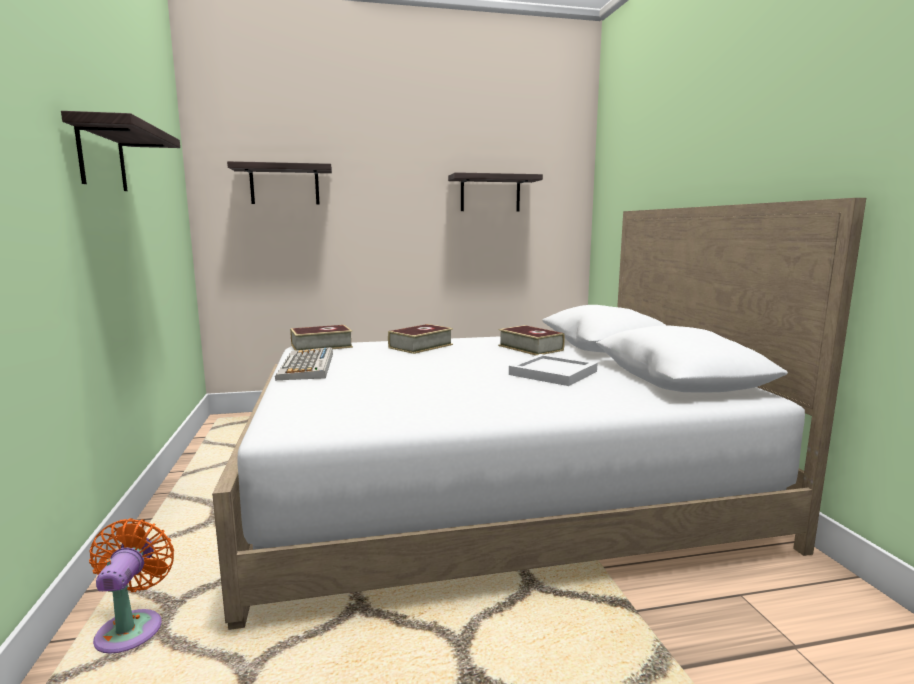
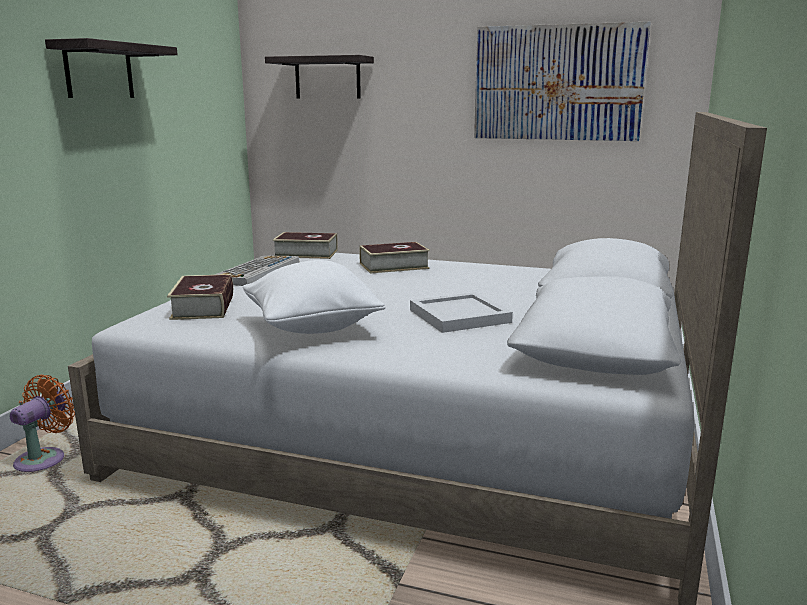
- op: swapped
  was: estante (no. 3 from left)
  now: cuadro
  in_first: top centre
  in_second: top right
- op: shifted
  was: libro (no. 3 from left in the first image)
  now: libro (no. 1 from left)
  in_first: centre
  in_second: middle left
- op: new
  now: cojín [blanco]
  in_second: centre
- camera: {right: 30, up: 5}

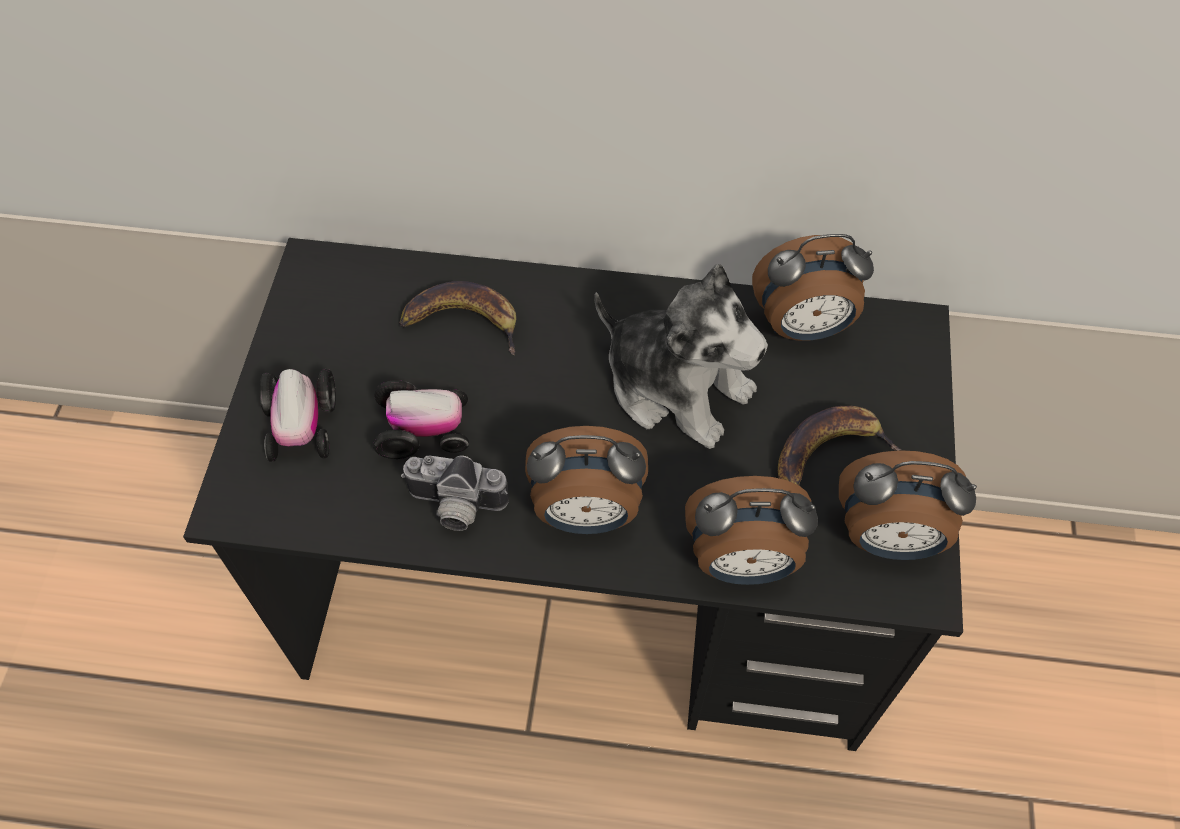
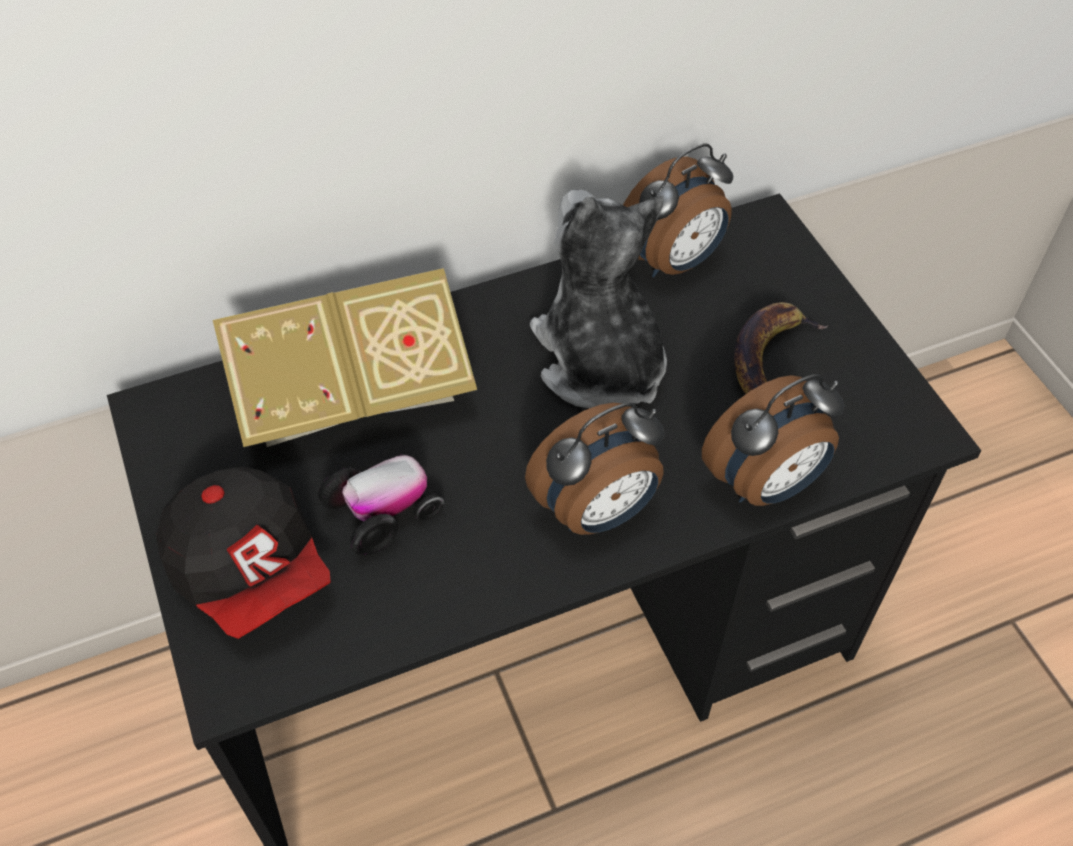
- op: swapped
  was: coche de juguete (no. 1 from left)
  now: gorra
  in_first: middle left
  in_second: middle left
- op: swapped
  was: plátano (no. 1 from left)
  now: libro
  in_first: centre
  in_second: middle left
- op: gone
  was: cámara
  in_first: centre
- op: rotated
  was: peluche
  in_first: centre
  in_second: centre
  clockwise: -120
- op: gone
  was: despertador (no. 4 from left)
  in_first: middle right
- camera: {right: -30, up: -5}

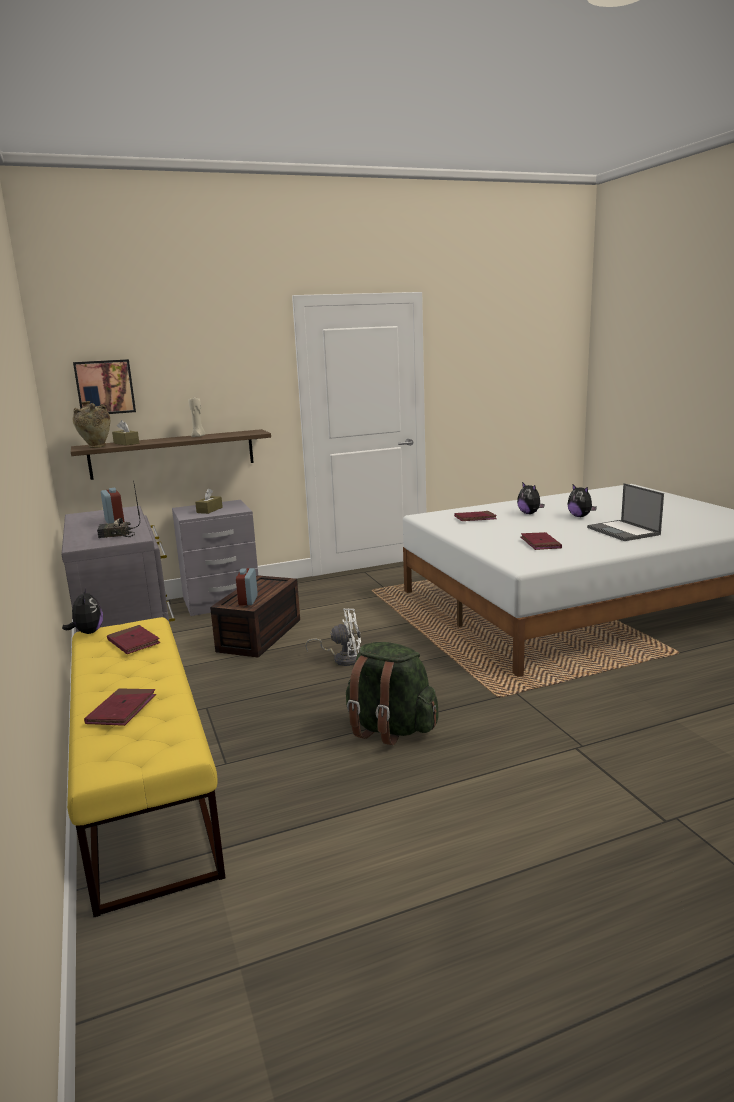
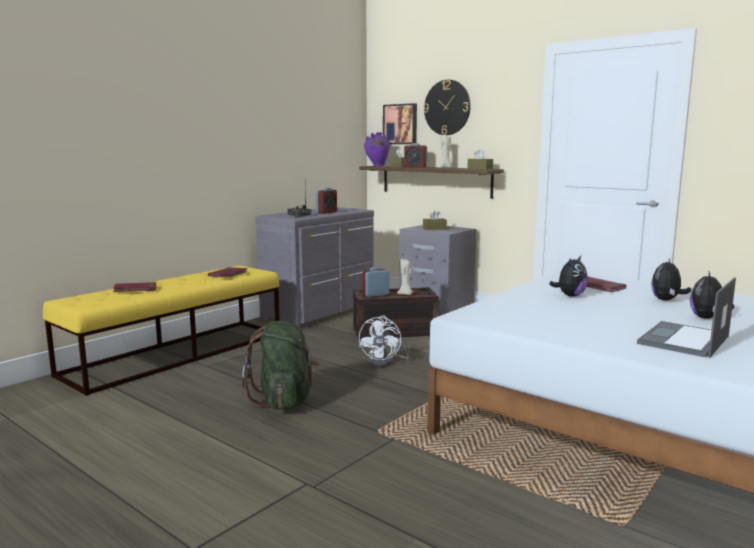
- op: shifted
  was: peluche (no. 1 from left)
  in_first: middle left
  in_second: middle right
- op: repainted
  was: florero [beis]
  now: florero [morado]
  in_first: middle left
  in_second: top centre
- op: rotated
  was: ventilador [blanco]
  in_first: centre
  in_second: centre
  clockwise: 45
- op: gone
  was: libro [rojo] (no. 4 from left)
  in_first: middle right
- op: new
  now: vela [beis] (no. 1 from left)
  in_second: centre
- op: new
  now: despertador (no. 3 from left)
  in_second: top centre
- op: new
  now: reloj de pared
  in_second: top centre
- op: new
  now: caja de pañuelos [marrón] (no. 3 from left)
  in_second: top centre
- camera: {right: 60, up: -5}

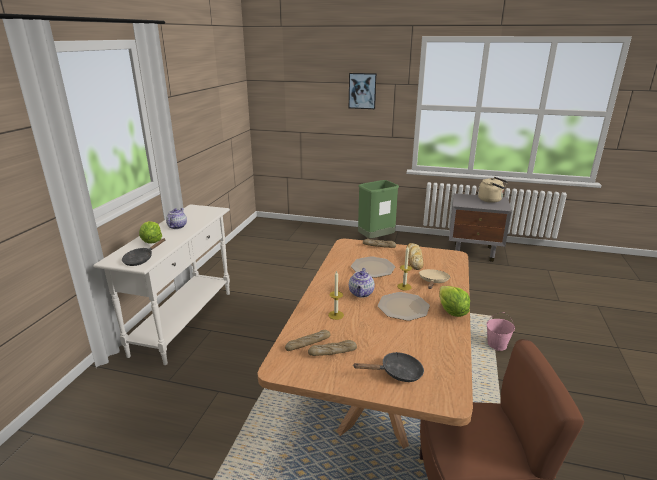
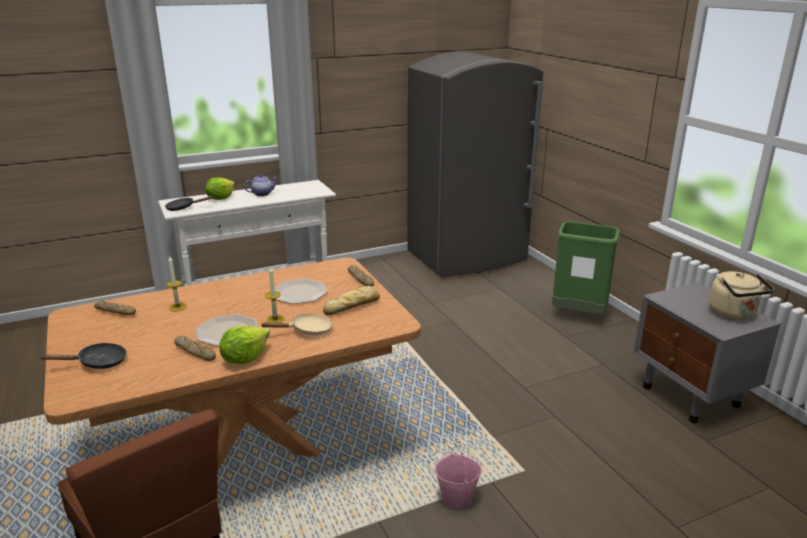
- op: shifted
  was: pan (no. 2 from left)
  in_first: bottom centre
  in_second: middle left
- op: gone
  was: cuadro
  in_first: top centre
- op: gone
  was: tetera (no. 2 from left)
  in_first: centre
- op: rotated
  was: sartén [negro] (no. 2 from left in the first image)
  in_first: bottom centre
  in_second: middle left
  clockwise: -60
- op: new
  now: nevera [gris]
  in_second: top centre
- camera: {right: 50, up: 0}

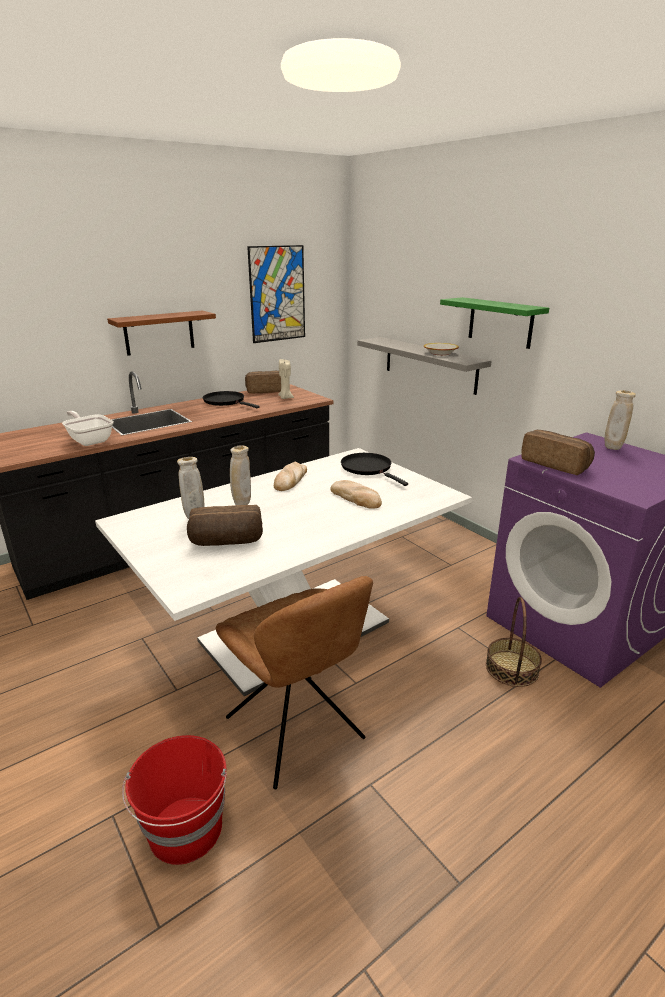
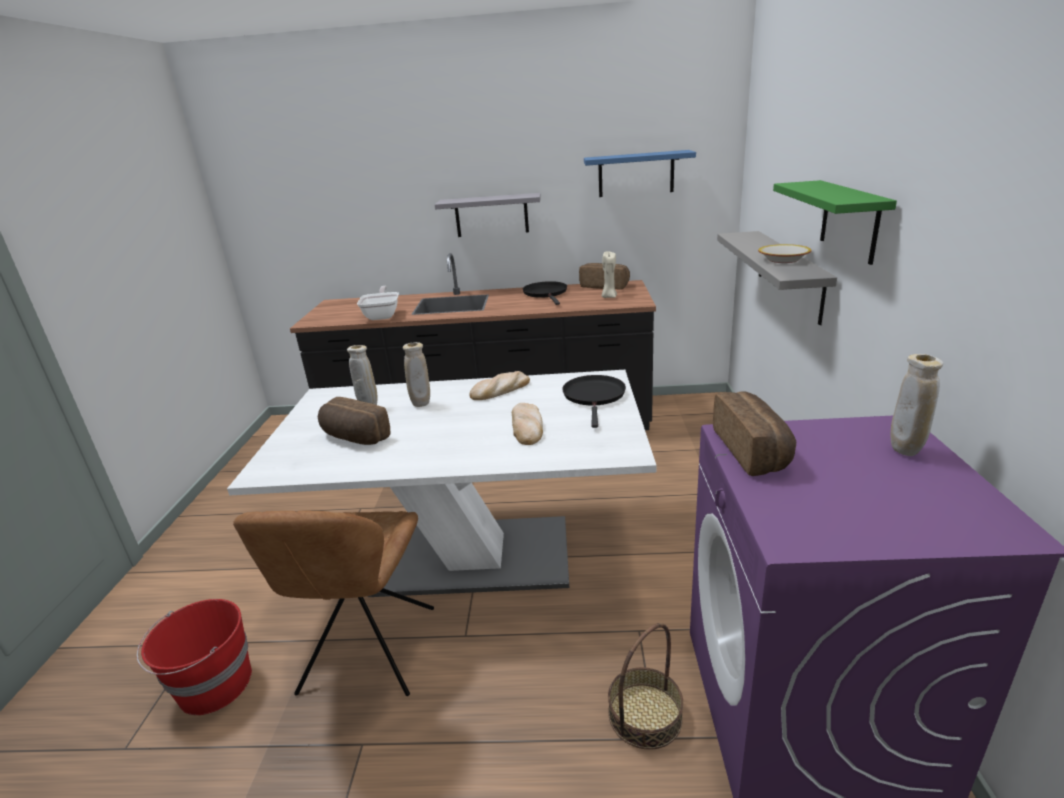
- op: repainted
  was: estante [marrón]
  now: estante [gris] (no. 1 from left)
  in_first: middle left
  in_second: top centre
- op: swapped
  was: cuadro
  now: estante [azul]
  in_first: top centre
  in_second: top centre
- camera: {right: 40, up: 0}

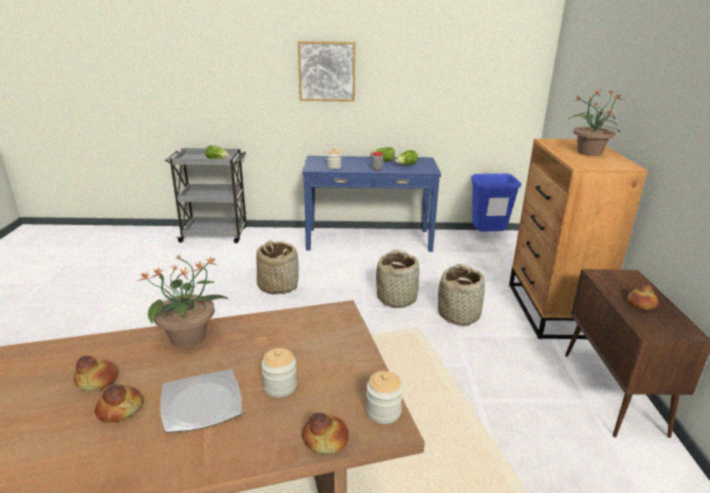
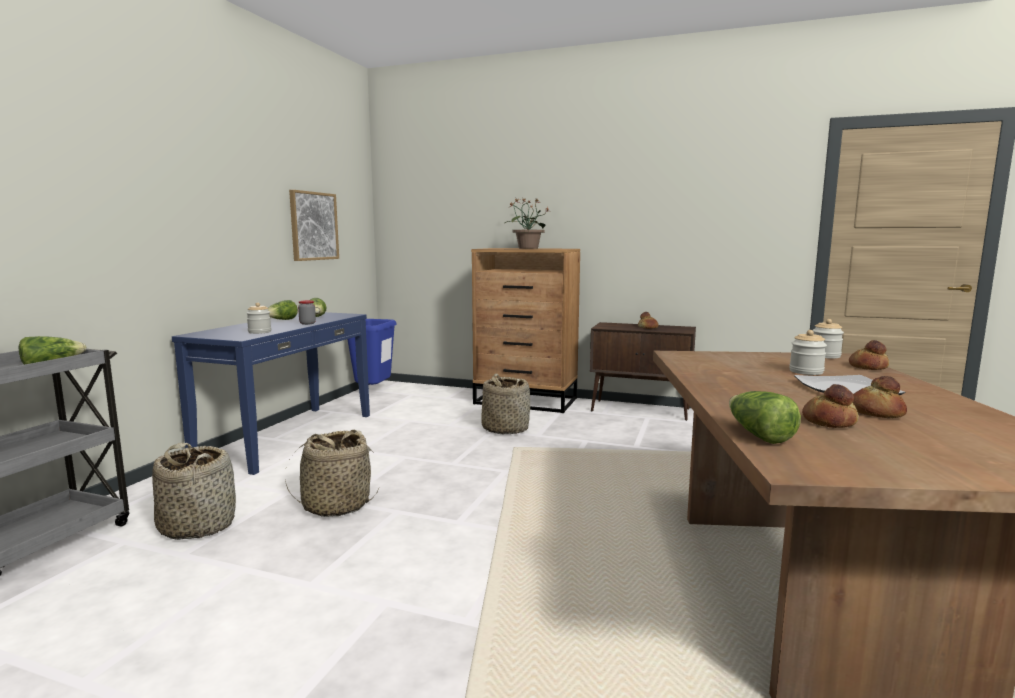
- op: gone
  was: planta en maceta (no. 1 from left)
  in_first: middle left
- op: shifted
  was: cuadro
  in_first: top centre
  in_second: top left
- op: shifted
  was: cesta (no. 2 from left in the first image)
  now: cesta (no. 1 from left)
  in_first: centre
  in_second: bottom left
- op: new
  now: lechuga (no. 4 from left)
  in_second: middle right
- camera: {right: -70, up: -15}

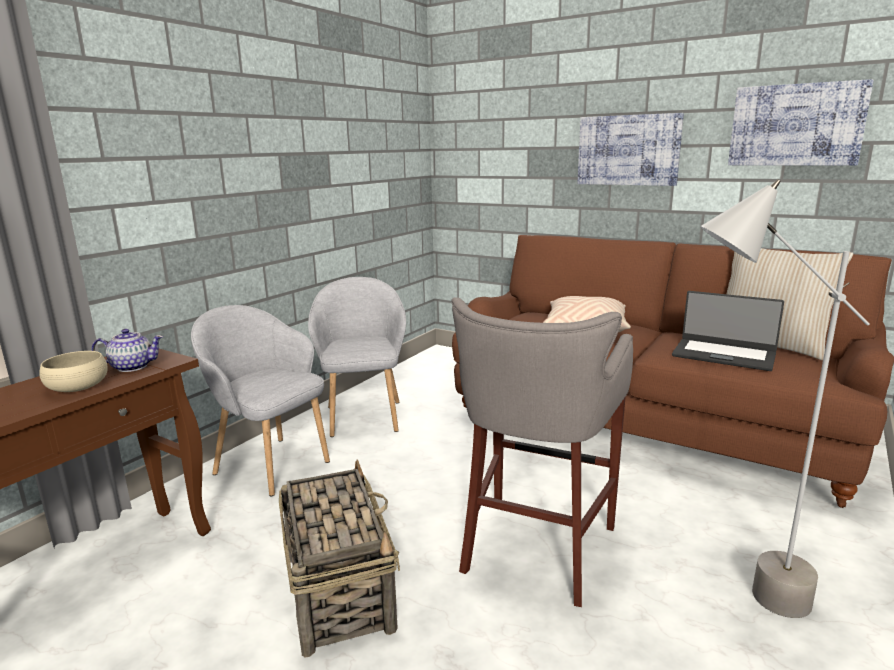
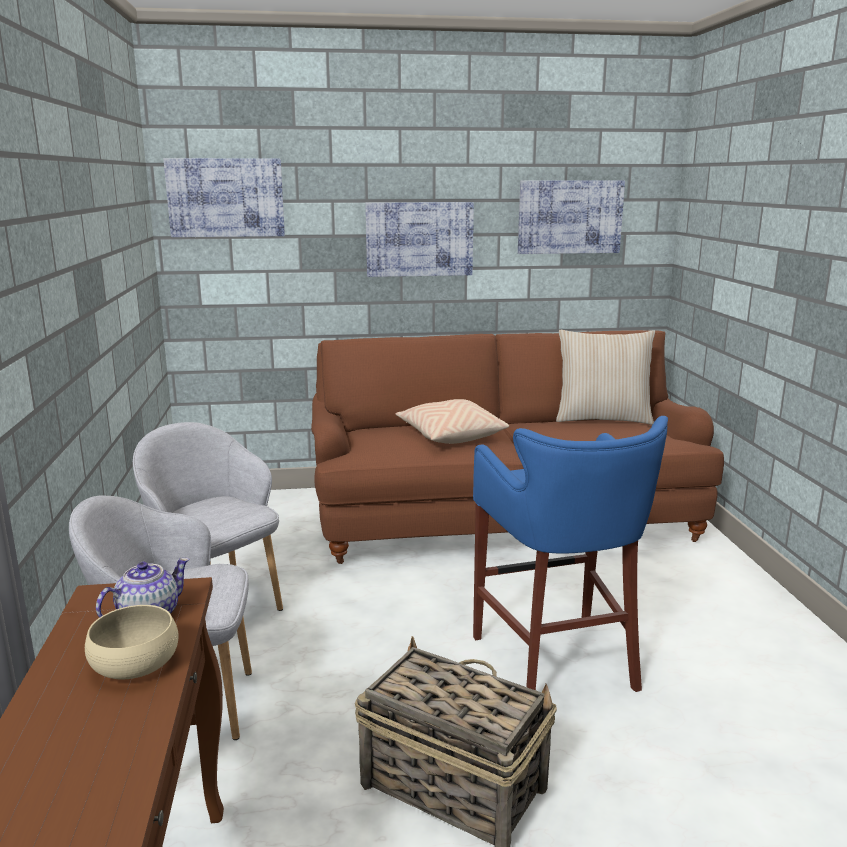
- op: repainted
  was: taburete [gris]
  now: taburete [azul]
  in_first: bottom centre
  in_second: middle right
- op: gone
  was: portátil
  in_first: middle right
- op: gone
  was: lámpara de pie [gris]
  in_first: middle right
- op: new
  now: cuadro (no. 1 from left)
  in_second: top left
- camera: {right: -40, up: 0}

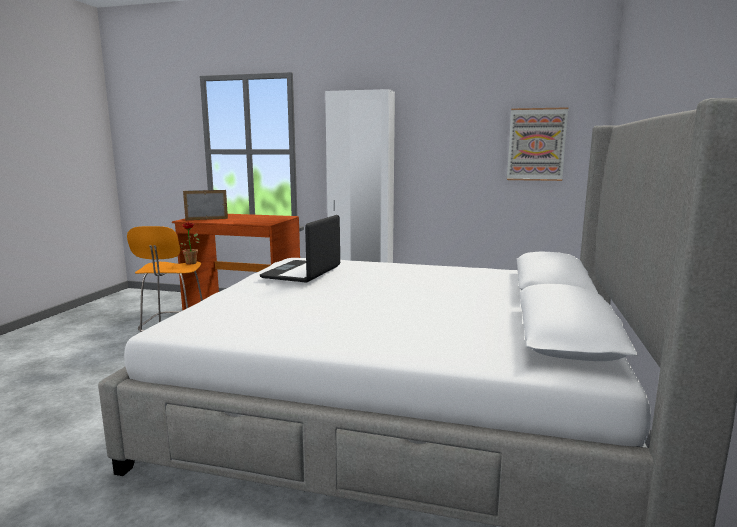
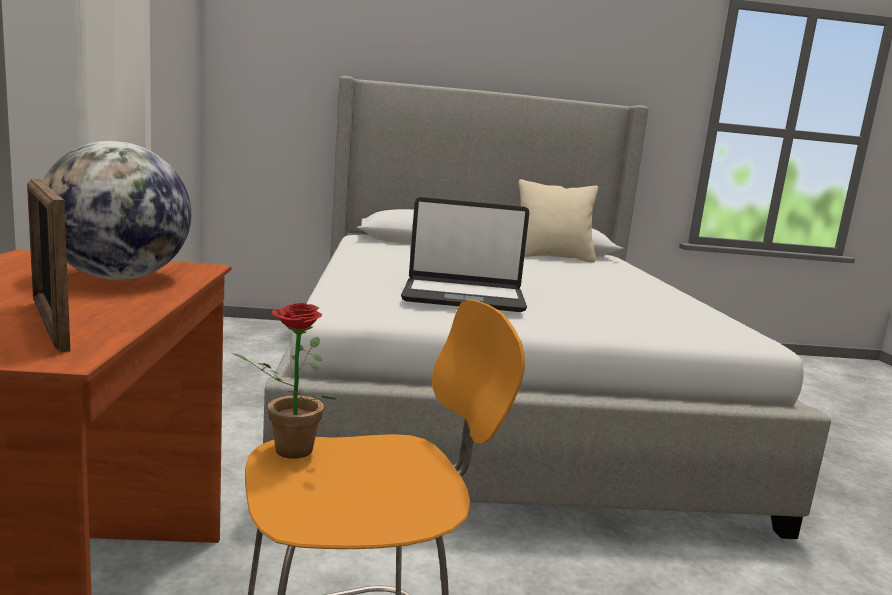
- op: gone
  was: cuadro
  in_first: top right
- op: new
  now: globo terráqueo
  in_second: middle left
- op: new
  now: cojín [beis]
  in_second: centre
- camera: {right: -110, up: 0}

